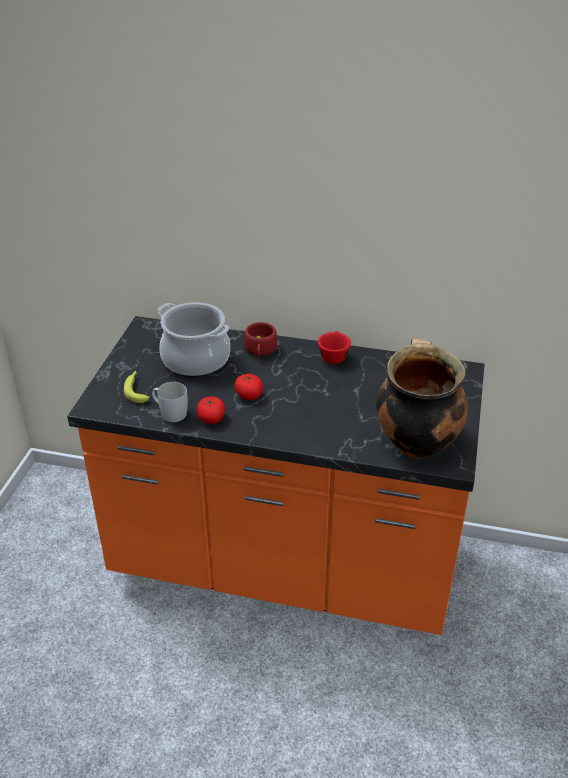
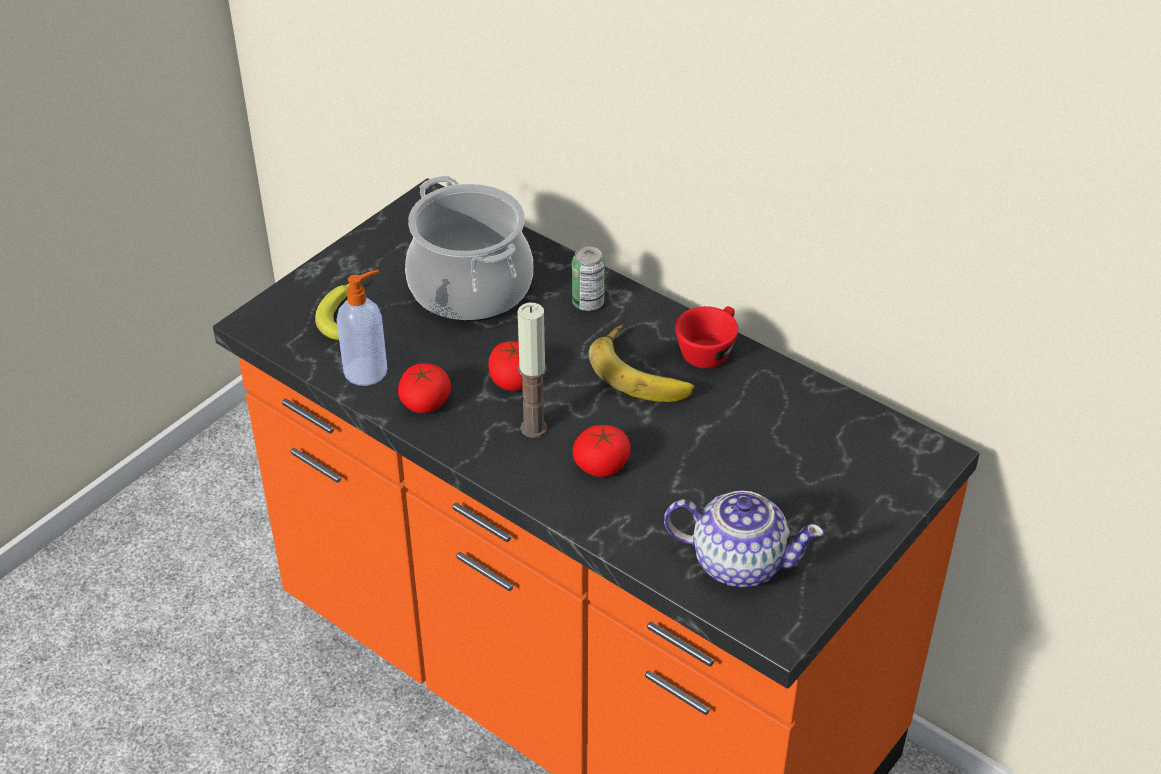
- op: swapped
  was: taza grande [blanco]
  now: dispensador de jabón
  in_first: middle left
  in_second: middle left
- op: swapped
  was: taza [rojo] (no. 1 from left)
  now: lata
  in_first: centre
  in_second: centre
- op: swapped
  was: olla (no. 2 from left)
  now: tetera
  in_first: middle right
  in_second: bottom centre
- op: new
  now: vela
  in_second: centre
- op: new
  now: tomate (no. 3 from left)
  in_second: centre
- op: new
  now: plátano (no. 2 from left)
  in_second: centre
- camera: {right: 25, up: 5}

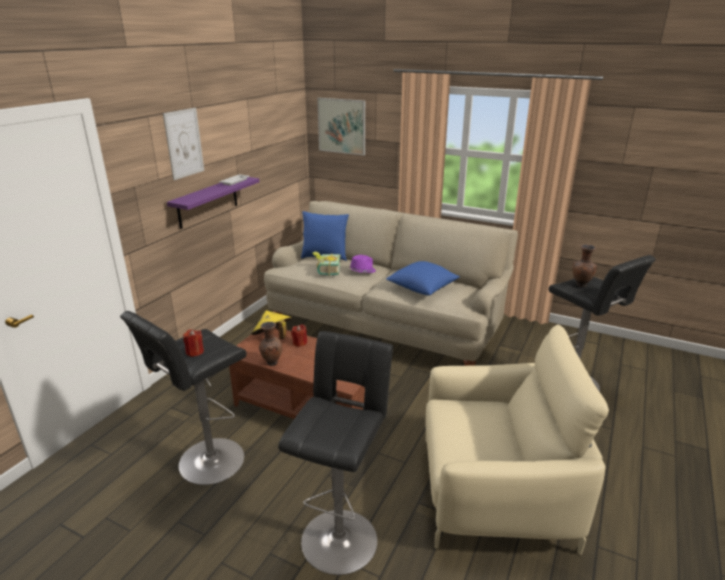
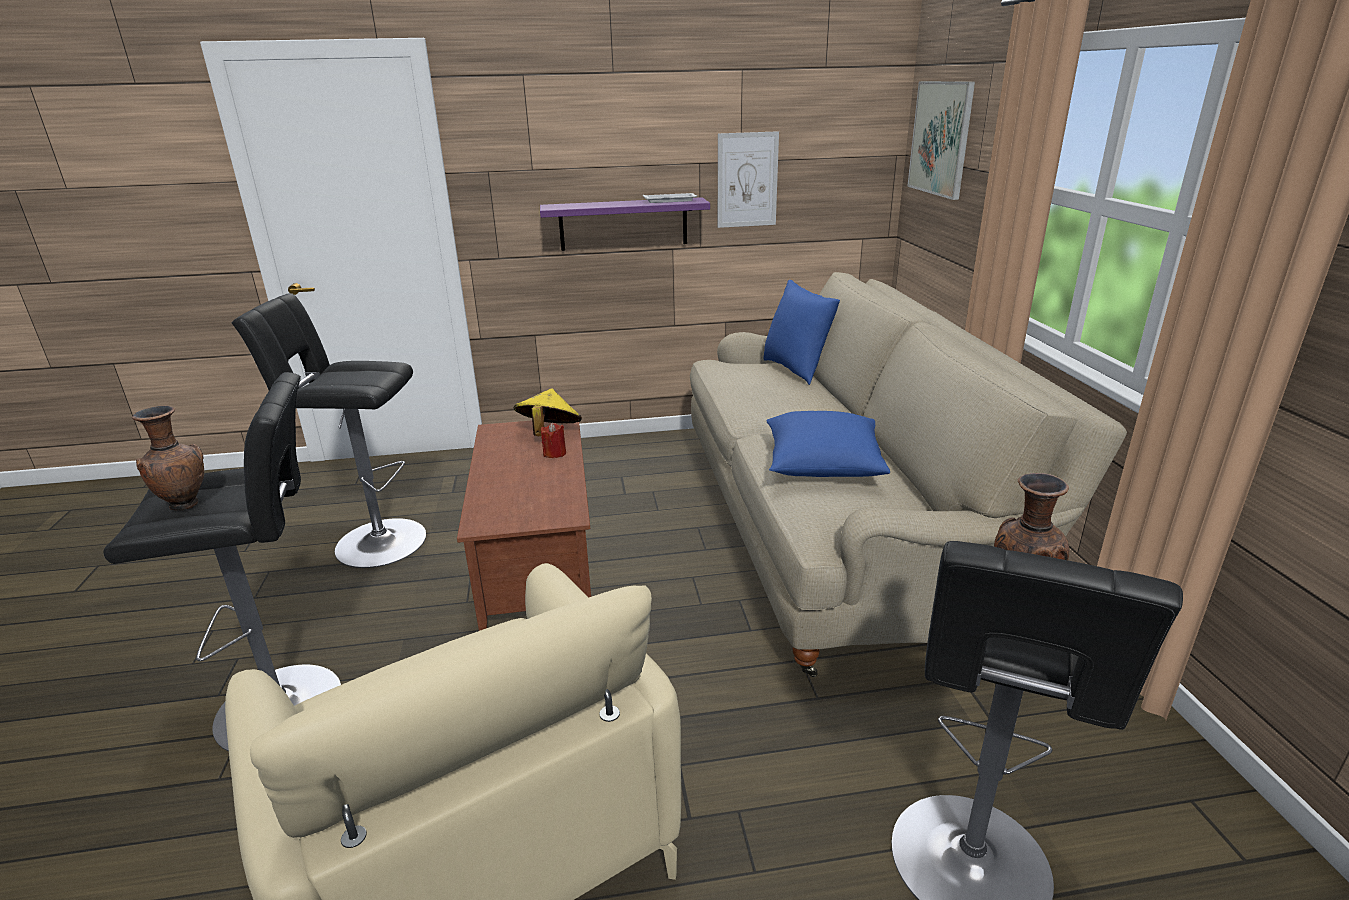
- op: shifted
  was: cuadro (no. 1 from left)
  in_first: top left
  in_second: top centre
- op: gone
  was: vela [rojo] (no. 1 from left)
  in_first: middle left
- op: shifted
  was: florero [marrón] (no. 1 from left)
  in_first: centre
  in_second: middle left
- op: gone
  was: libro
  in_first: centre
- op: gone
  was: sombrero [morado]
  in_first: centre
- camera: {right: 55, up: 0}

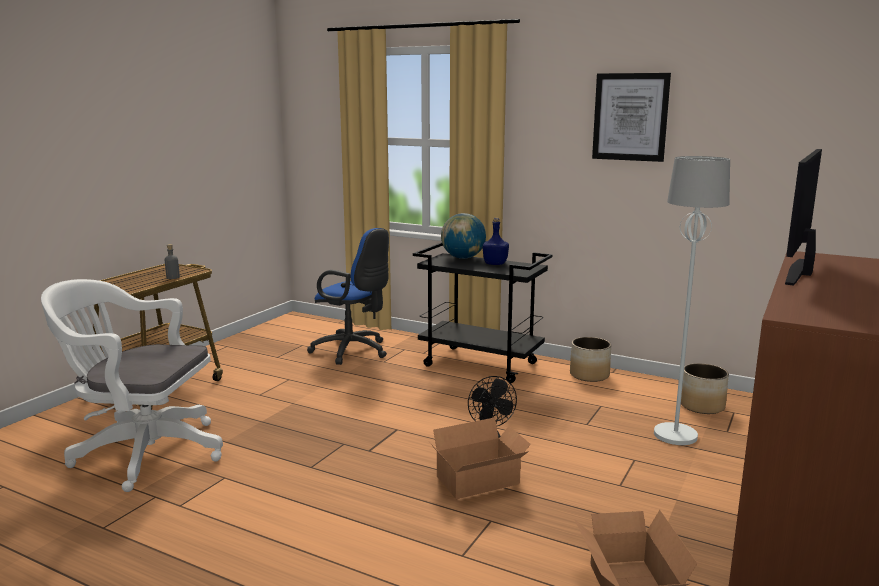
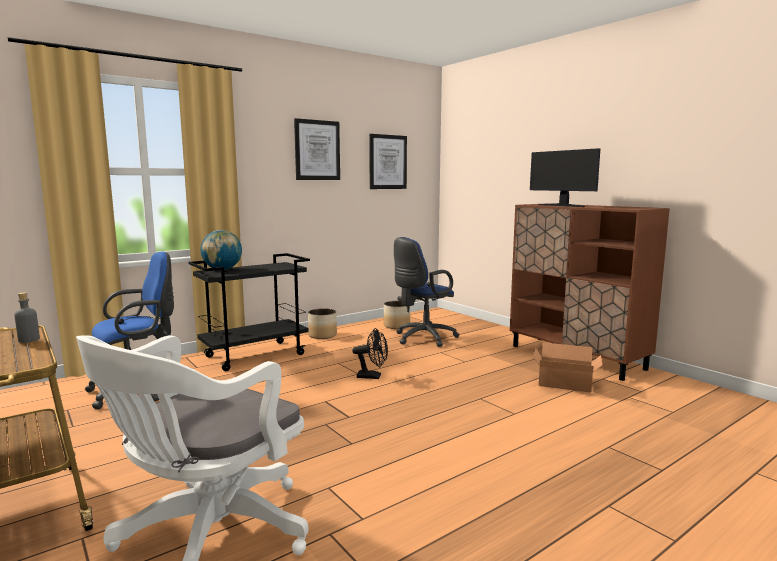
- op: gone
  was: caja de cartón (no. 1 from left)
  in_first: bottom centre
- op: gone
  was: botella [azul]
  in_first: centre
- op: swapped
  was: lámpara de pie [blanco]
  now: silla de oficina [azul] (no. 2 from left)
  in_first: middle right
  in_second: centre
- op: new
  now: cuadro (no. 2 from left)
  in_second: top centre
- camera: {right: -65, up: -5}

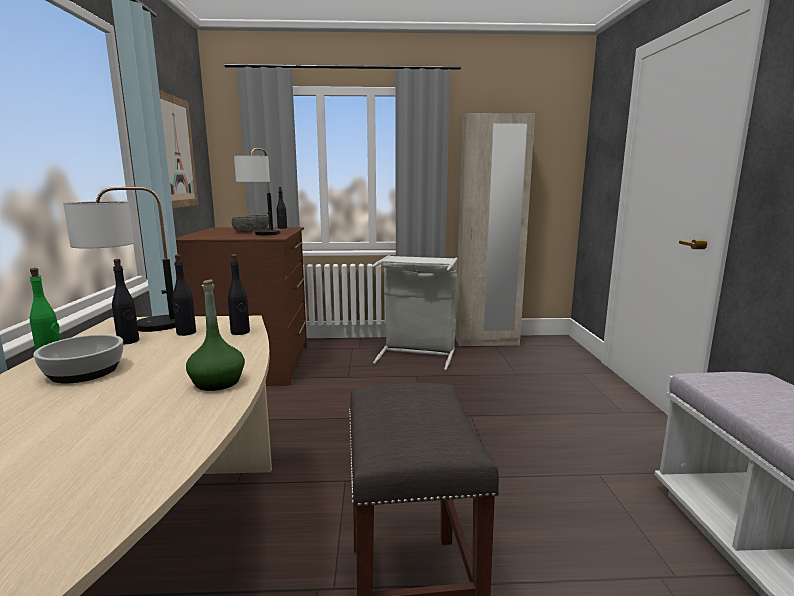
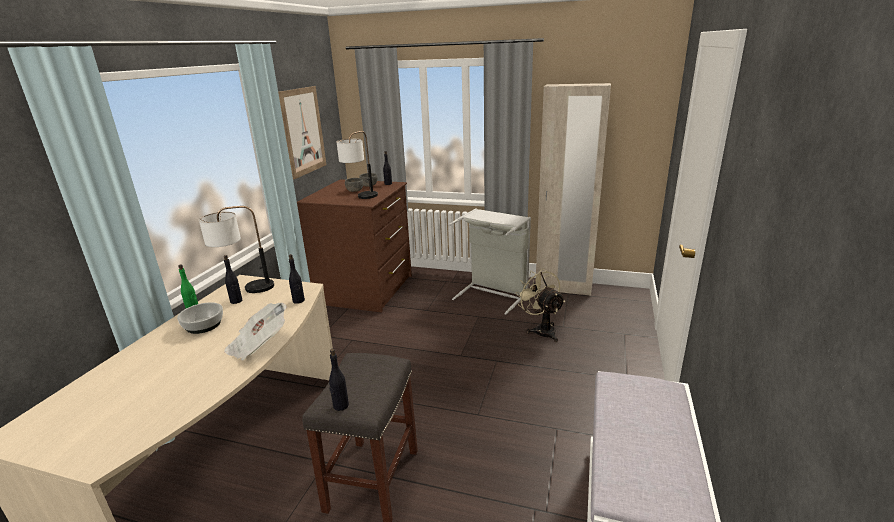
- op: shifted
  was: botella [negro] (no. 2 from left in the first image)
  now: botella [negro] (no. 3 from left)
  in_first: middle left
  in_second: bottom centre
- op: swapped
  was: botella [verde] (no. 2 from left)
  now: periódico
  in_first: middle left
  in_second: middle left
- op: new
  now: ventilador [beis]
  in_second: centre
- camera: {right: 20, up: 10}

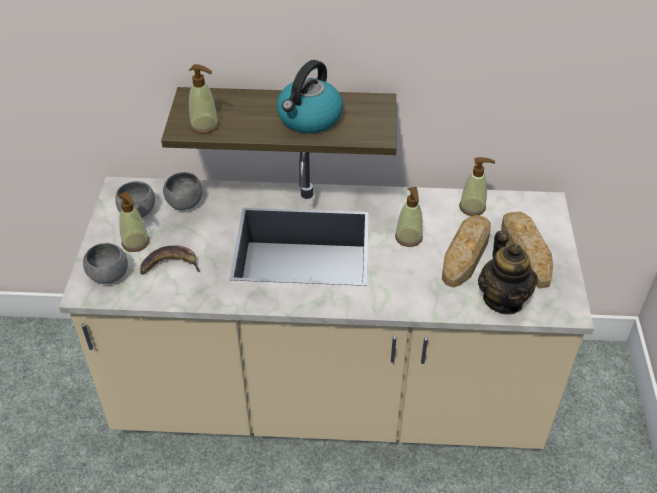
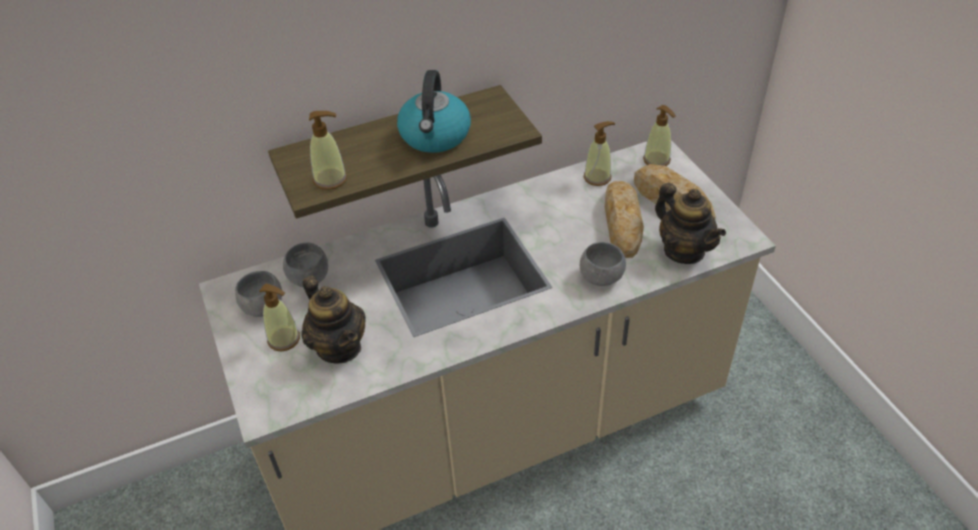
- op: shifted
  was: cuenco [gris] (no. 1 from left in the first image)
  now: cuenco [gris] (no. 3 from left)
  in_first: middle left
  in_second: centre
- op: swapped
  was: plátano
  now: tetera (no. 1 from left)
  in_first: middle left
  in_second: centre
- op: shifted
  was: dispensador de jabón (no. 3 from left in the first image)
  now: dispensador de jabón (no. 4 from left)
  in_first: centre
  in_second: top right
- camera: {right: -25, up: 0}

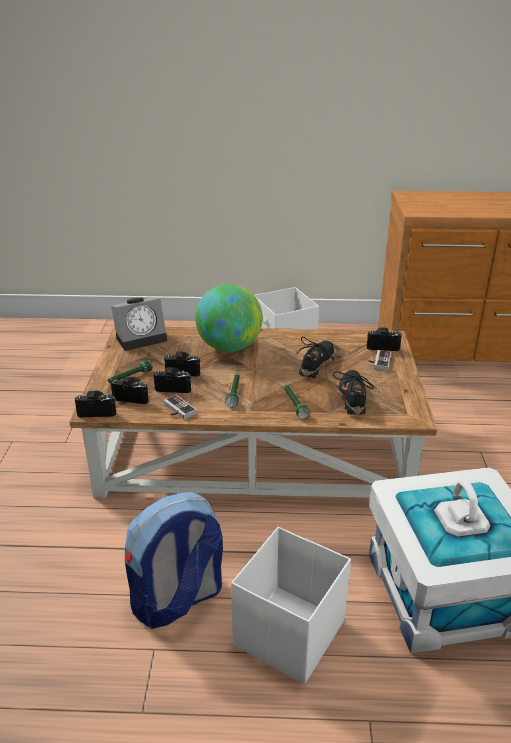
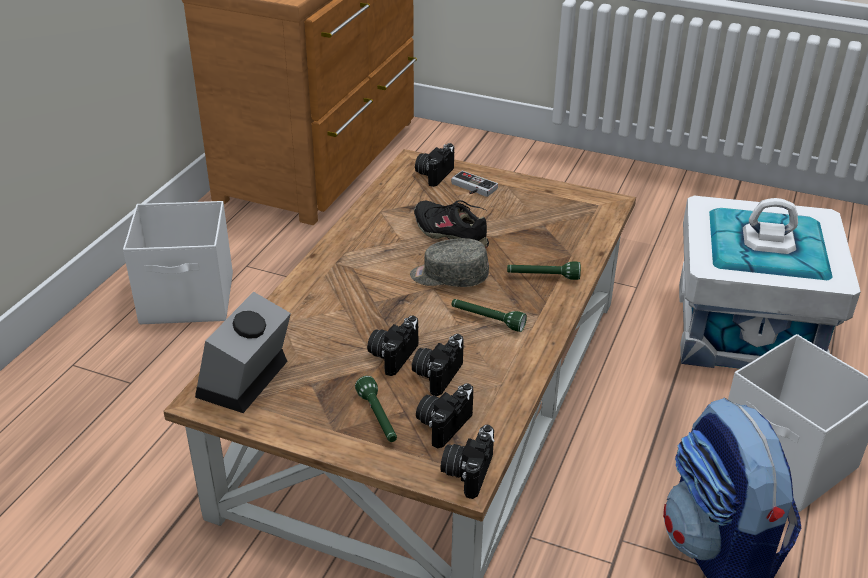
- op: rotated
  was: despertador
  in_first: middle left
  in_second: middle left
  clockwise: -150
- op: gone
  was: mando de consola (no. 1 from left)
  in_first: centre
- op: gone
  was: globo terráqueo
  in_first: centre
- op: gone
  was: zapato [negro] (no. 2 from left)
  in_first: middle right
- op: new
  now: gorra [gris]
  in_second: centre
- camera: {right: -70, up: 5}

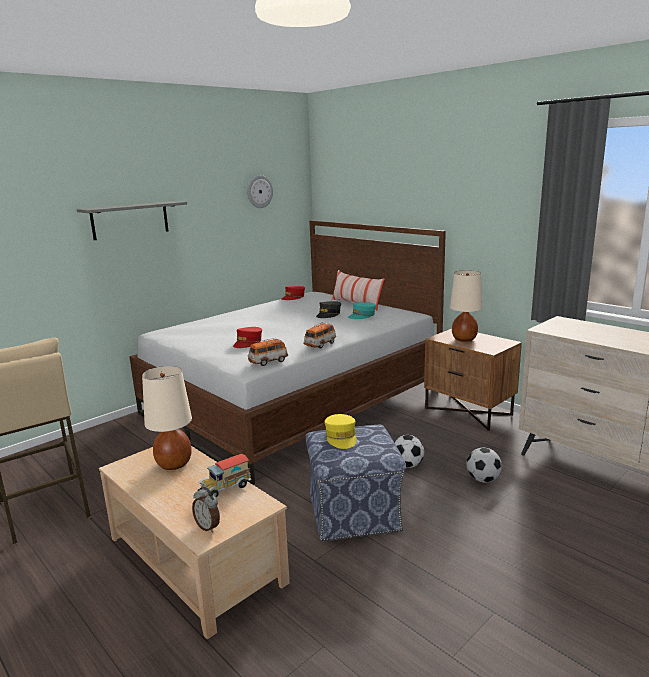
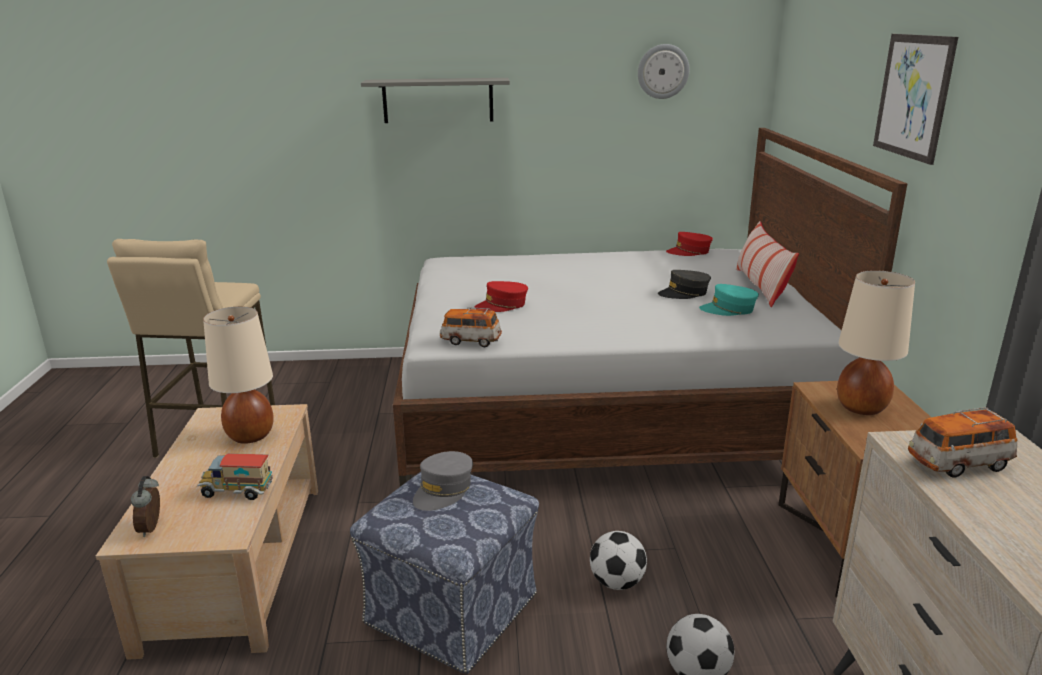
- op: shifted
  was: coche de juguete (no. 2 from left)
  in_first: centre
  in_second: middle right
- op: repainted
  was: gorra [amarillo]
  now: gorra [gris] (no. 1 from left)
  in_first: centre
  in_second: bottom centre
- op: new
  now: cuadro
  in_second: top right
- camera: {right: 40, up: 5}

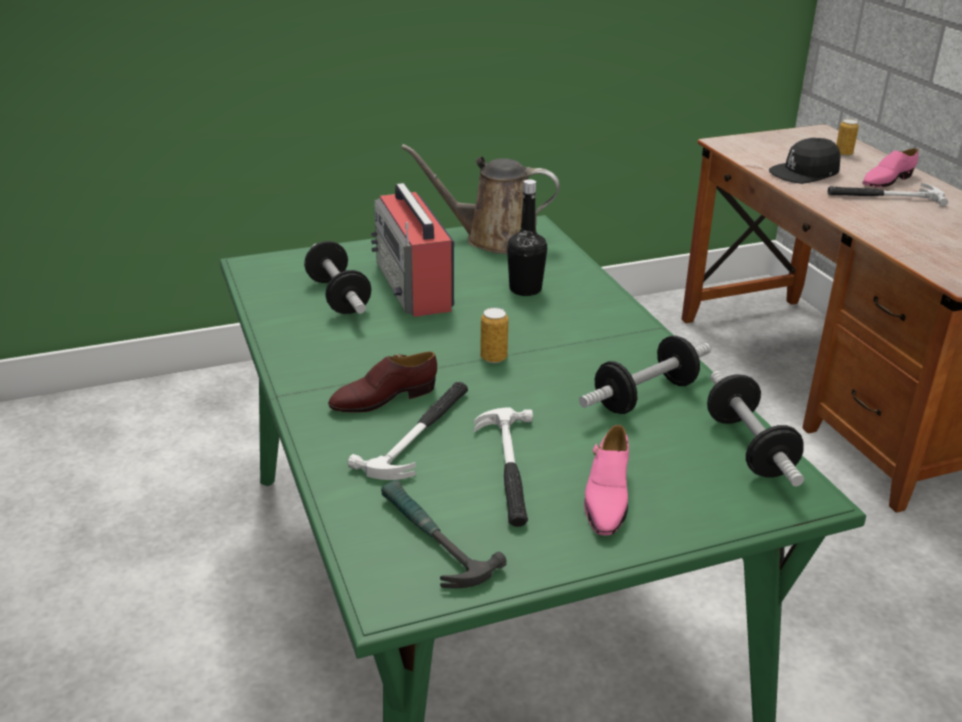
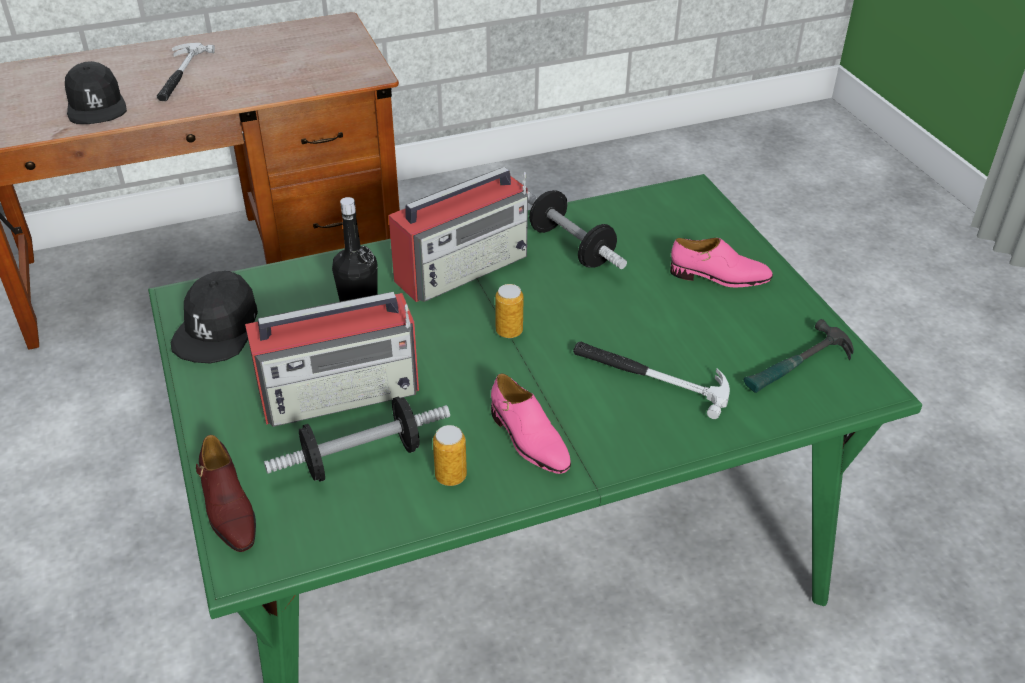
- op: shifted
  was: zapato [marrón]
  in_first: centre
  in_second: bottom left
- op: swapped
  was: regadera [marrón]
  now: gorra [negro] (no. 2 from left)
  in_first: top centre
  in_second: middle left
- op: gone
  was: martillo (no. 3 from left)
  in_first: centre
- op: gone
  was: mancuerna (no. 3 from left)
  in_first: middle right
- op: shifted
  was: lata (no. 2 from left in the first image)
  now: lata (no. 1 from left)
  in_first: top right
  in_second: centre
- op: shifted
  was: zapato [rosa] (no. 2 from left in the first image)
  now: zapato [rosa] (no. 1 from left)
  in_first: top right
  in_second: centre
- op: new
  now: radio (no. 2 from left)
  in_second: centre
- camera: {right: -90, up: 10}

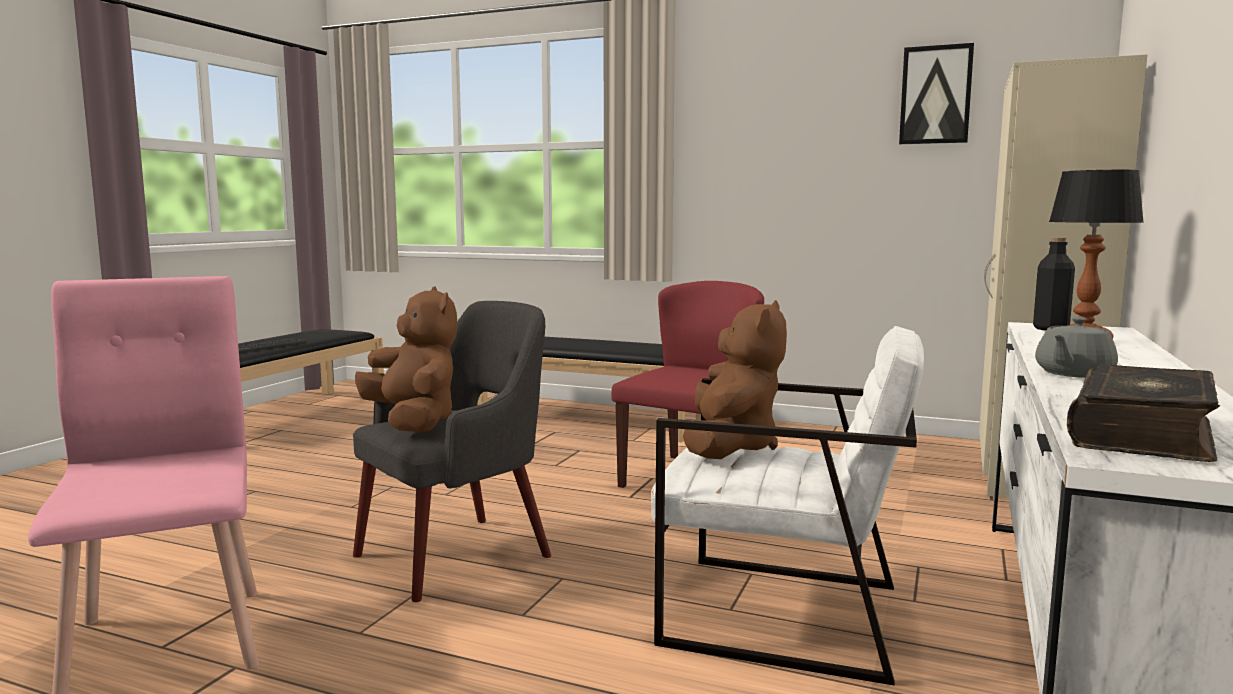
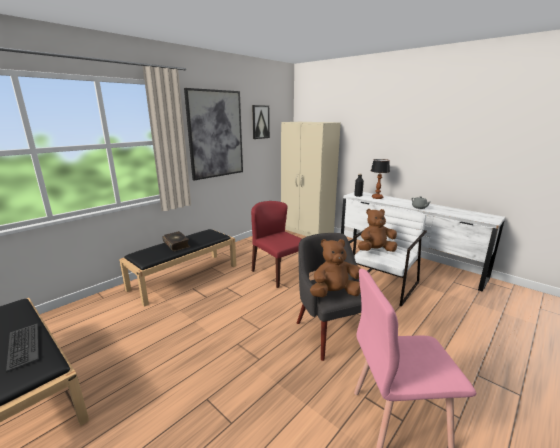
- op: rotated
  was: peluche [marrón] (no. 2 from left)
  in_first: centre
  in_second: middle right
  clockwise: -45
- op: shifted
  was: libro
  in_first: middle right
  in_second: middle left
- op: new
  now: cuadro (no. 1 from left)
  in_second: top centre
- camera: {right: -70, up: 10}

